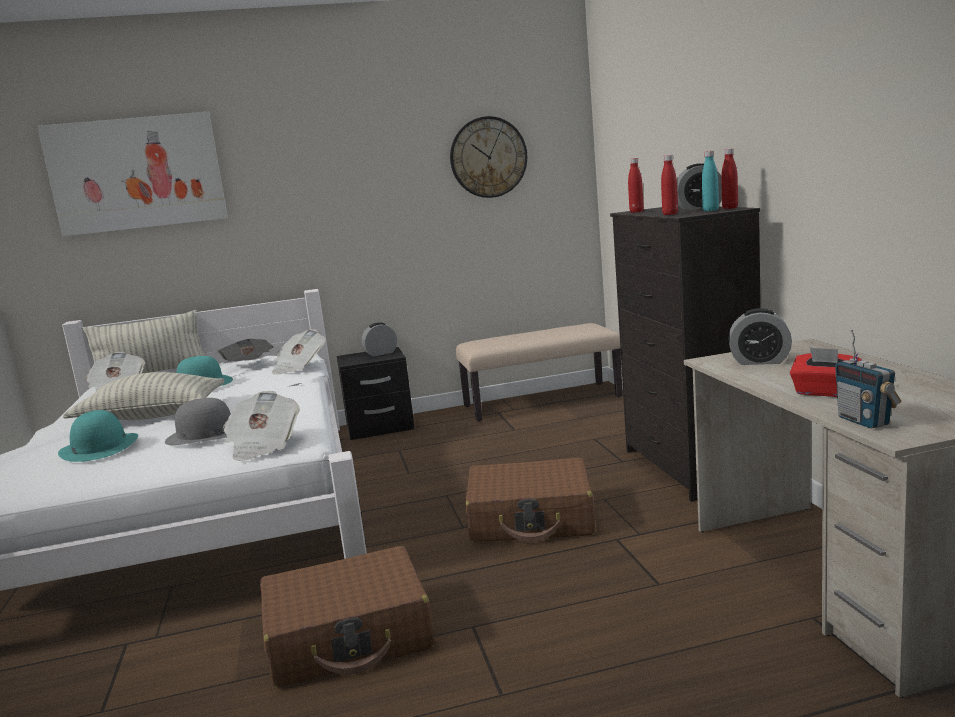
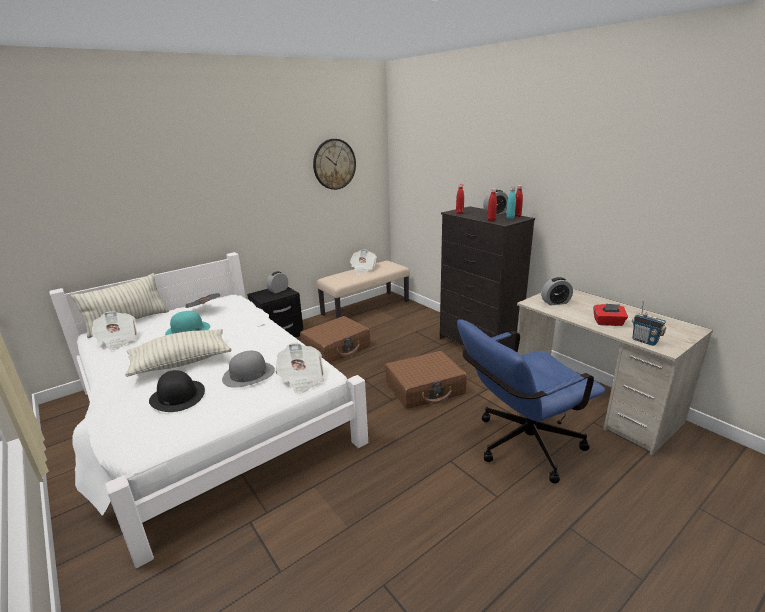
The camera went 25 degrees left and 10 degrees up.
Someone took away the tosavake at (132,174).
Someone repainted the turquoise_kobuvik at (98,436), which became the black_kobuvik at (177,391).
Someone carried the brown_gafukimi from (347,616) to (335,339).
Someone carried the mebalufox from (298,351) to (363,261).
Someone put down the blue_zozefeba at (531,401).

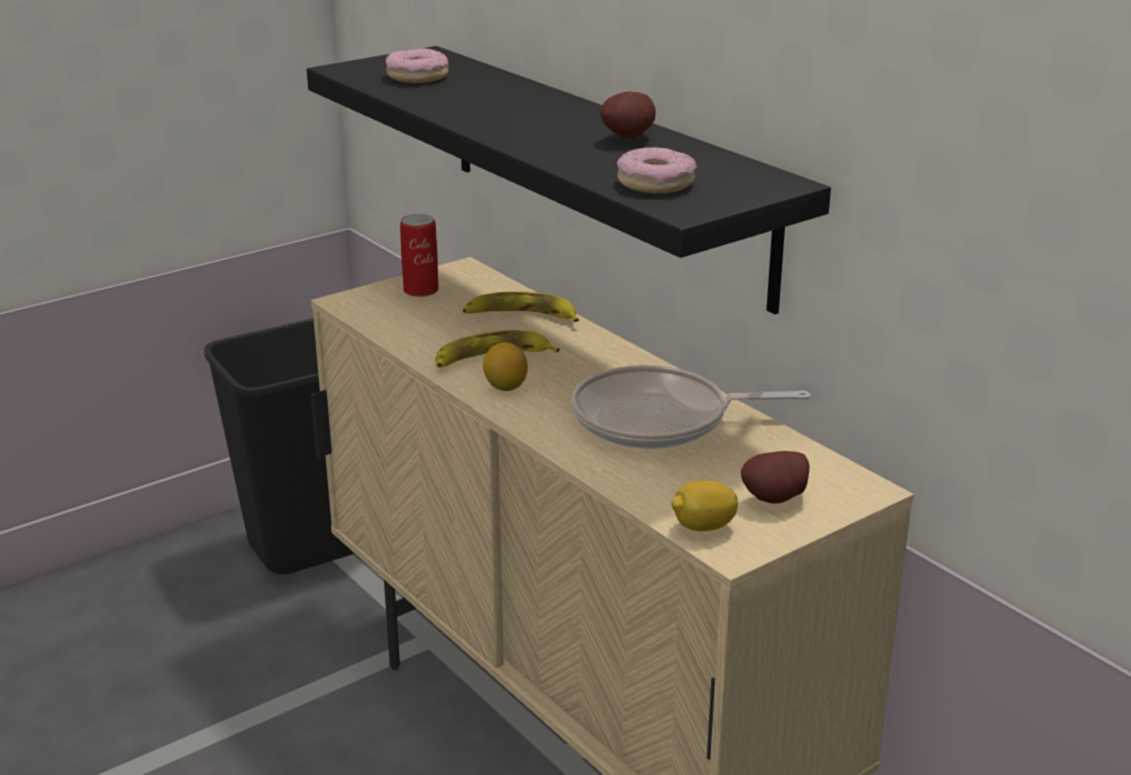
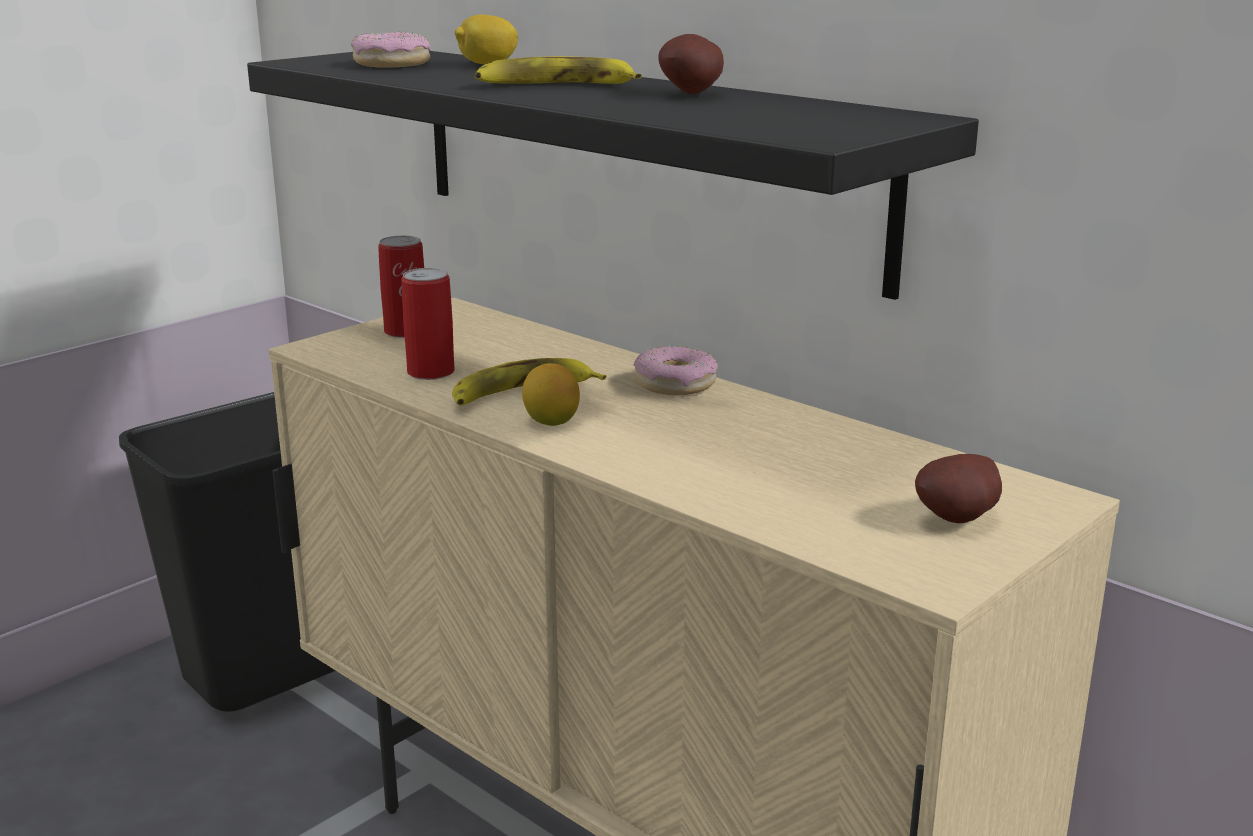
The camera went 10 degrees left and 5 degrees down.
Someone carried the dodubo from (520,306) to (558,70).
Someone took away the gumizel at (690,407).
Someone carried the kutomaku from (657,170) to (675,370).
Someone carried the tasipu from (705,506) to (486,40).
Someone put down the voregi at (428,324).

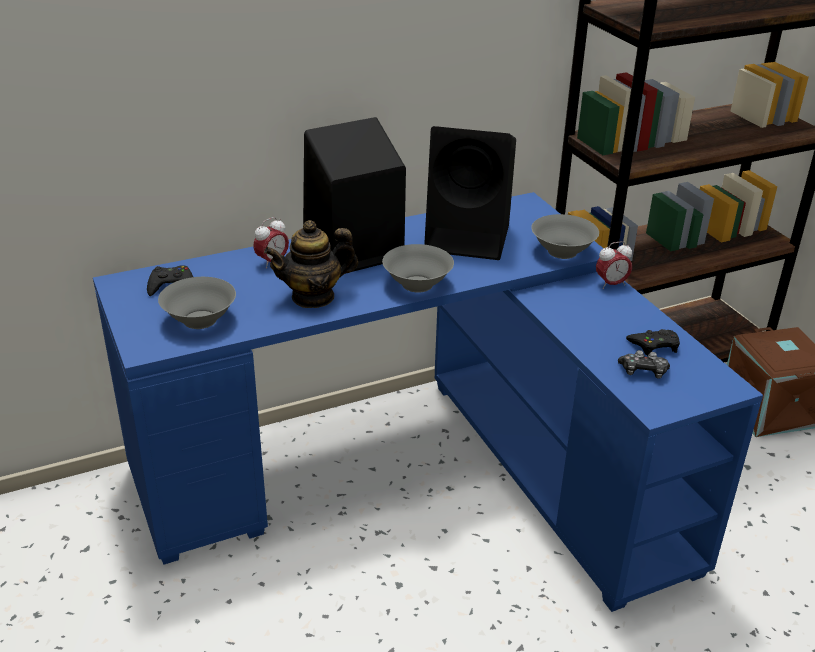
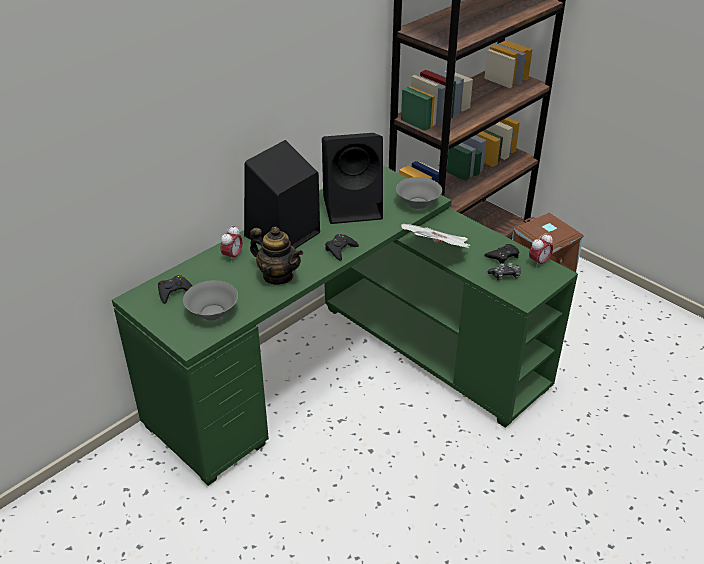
The camera went 20 degrees left and 5 degrees up.
Someone repainted the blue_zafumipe at (428,402), which became the green_zafumipe at (345,326).
Someone rotated the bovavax at (311,264) by 105 degrees counterclockwise.
Someone swapped the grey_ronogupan at (418,268) for the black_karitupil at (342,247).
Someone carried the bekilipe from (614,265) to (541,250).
Someone put down the mebalufox at (436,236).

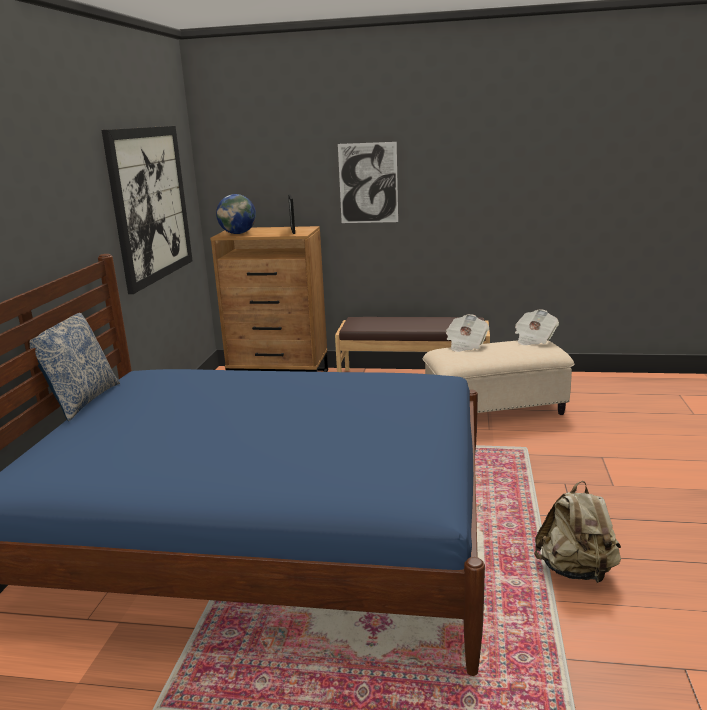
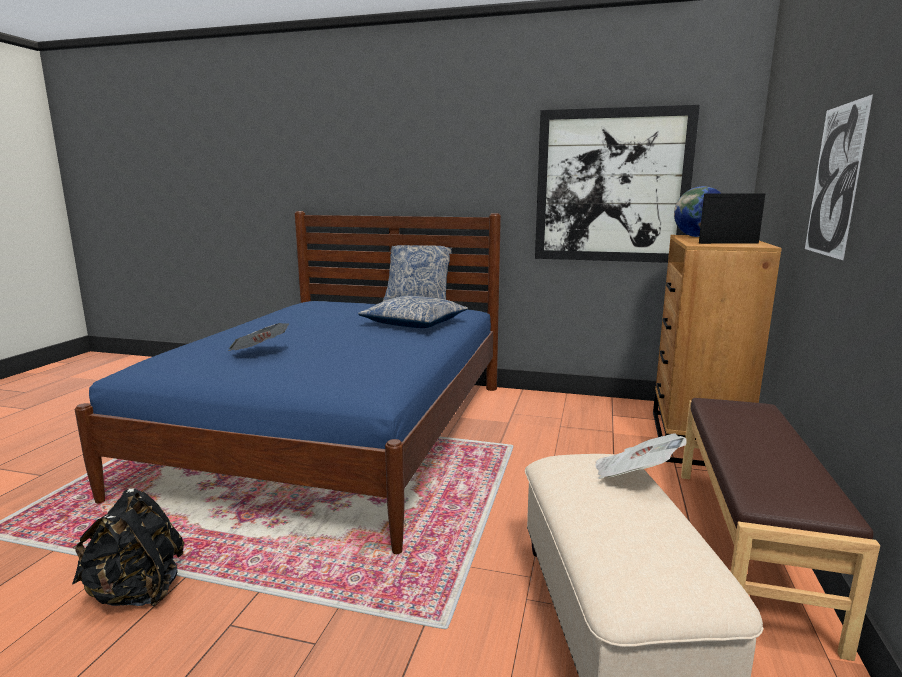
The camera went 95 degrees right and 5 degrees down.
Someone carried the mebalufox from (537,327) to (258,337).
Someone repainted the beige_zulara at (577,532), which became the black_zulara at (128,547).
Someone put down the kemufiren at (413,312).

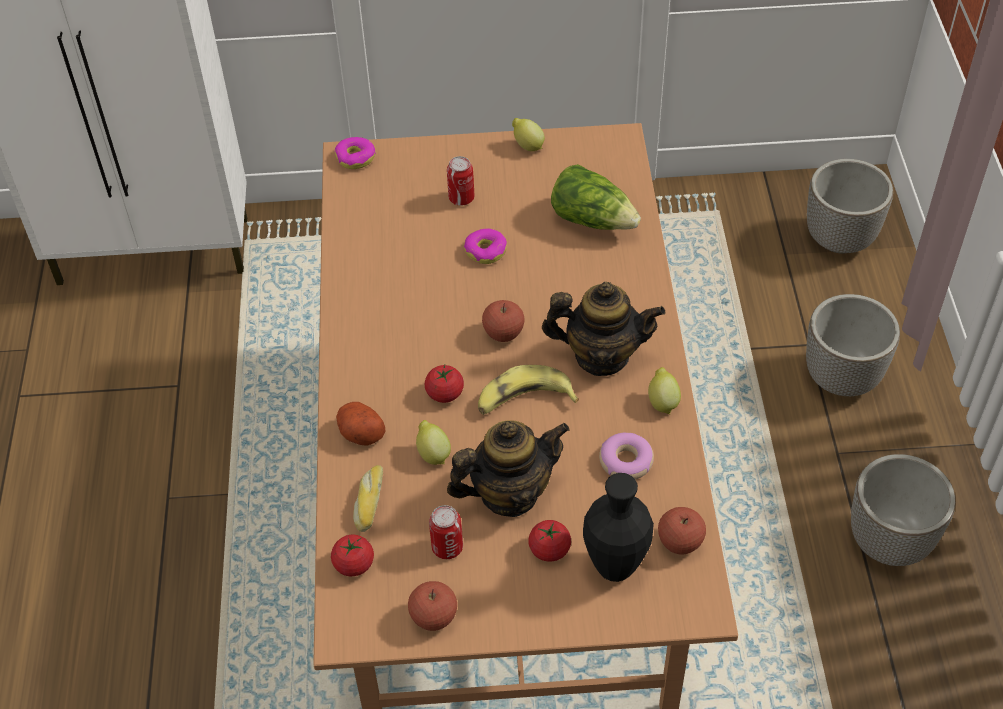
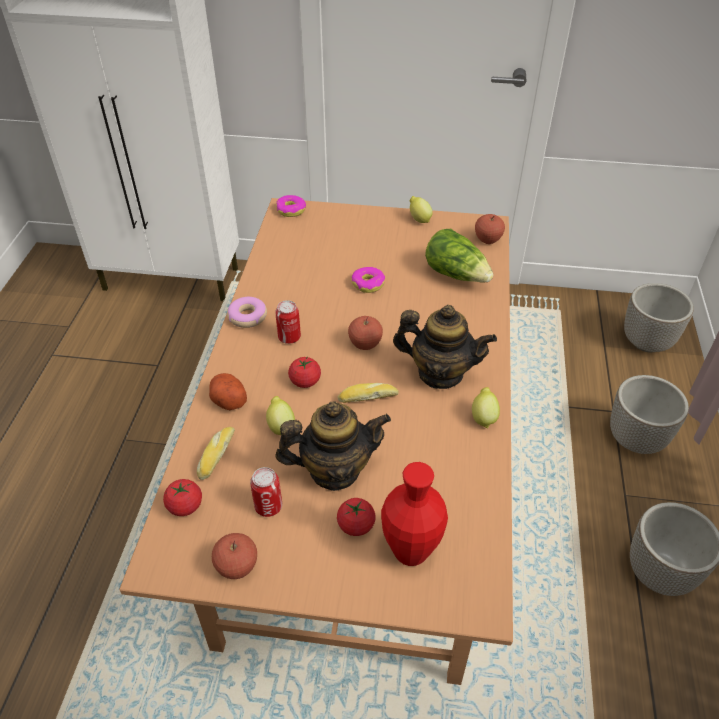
The camera went 10 degrees right and 5 degrees down.
Someone carried the voregi from (460,181) to (288,322).
Someone swapped the dodubo at (528,390) for the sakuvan at (368,393).
Someone repainted the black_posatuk at (618,527), which became the red_posatuk at (414,514).
Someone carried the kutomaku from (626,456) to (247,312).
Someone carried the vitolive from (682,530) to (490,229).

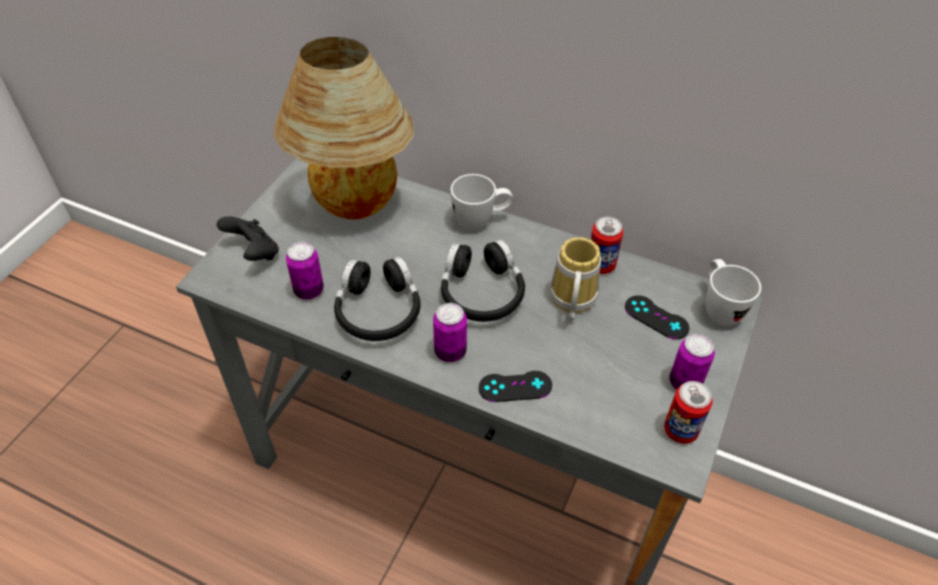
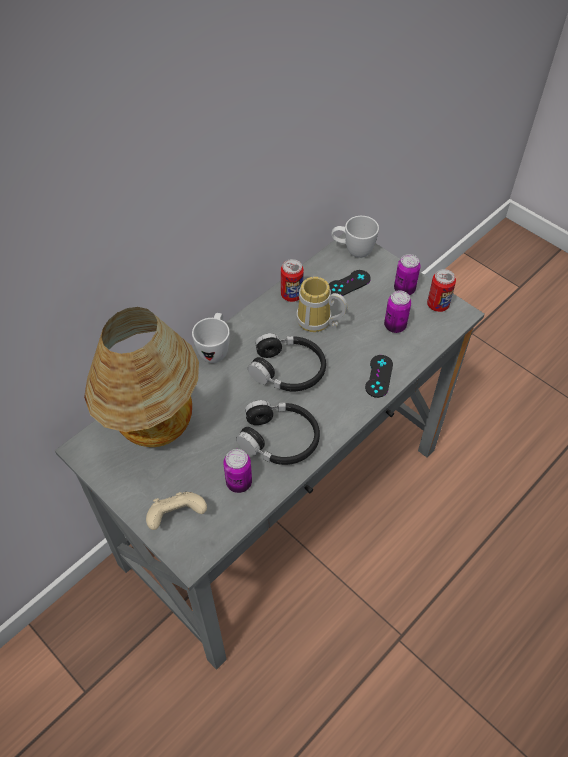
The camera went 70 degrees left and 5 degrees up.
Someone repainted the black_karitupil at (248,238), which became the beige_karitupil at (176,511).
Someone carried the voregi from (450,332) to (397,311).

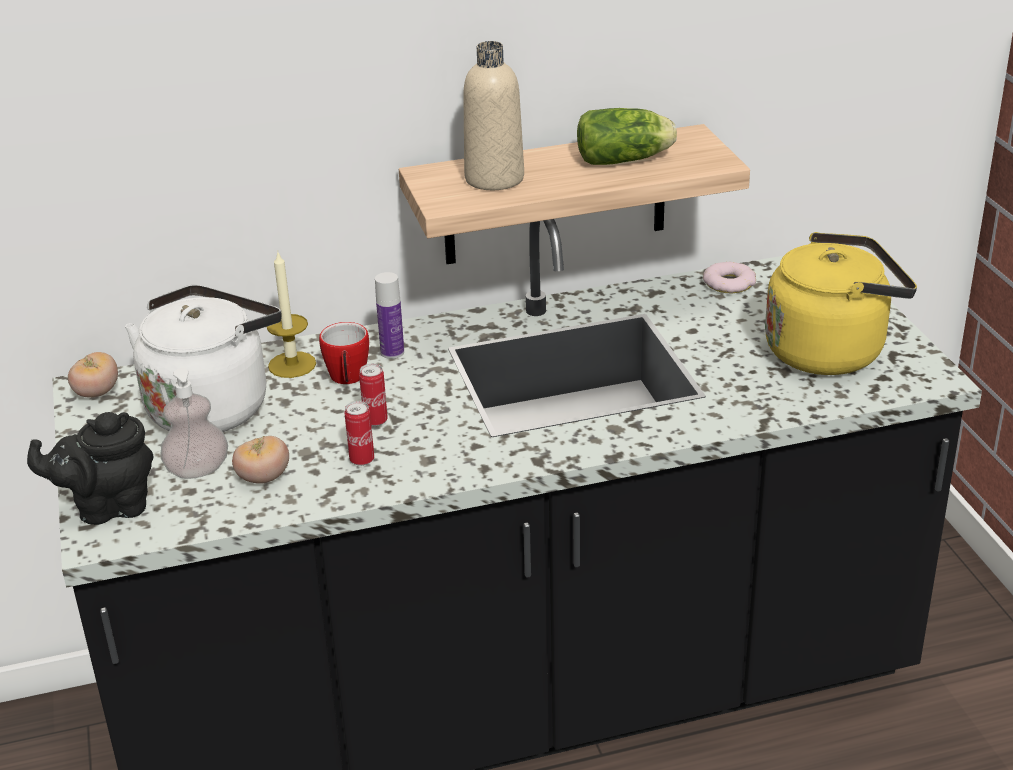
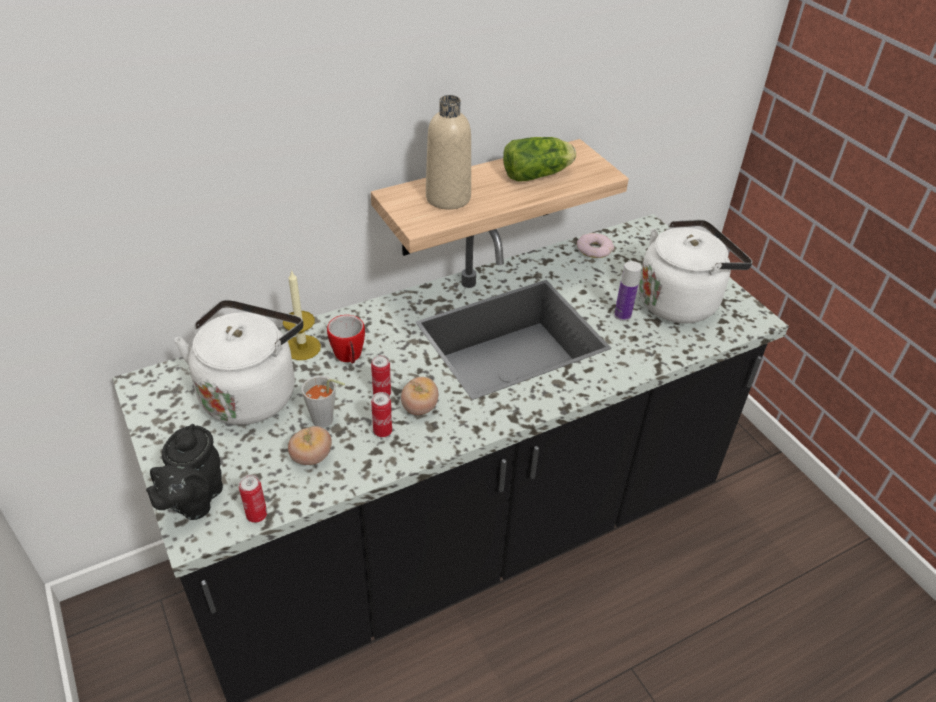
The camera went 15 degrees left and 10 degrees up.
Someone rotated the black_bovavax at (90,468) by 45 degrees counterclockwise.
Someone carried the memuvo from (93,375) to (420,396).
Someone took away the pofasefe at (194,423).
Someone carried the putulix from (389,315) to (628,291).
Someone repainted the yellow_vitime at (841,303), which became the white_vitime at (696,271).
Someone put down the voregi at (253,499).
Someone put down the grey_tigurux at (323,402).

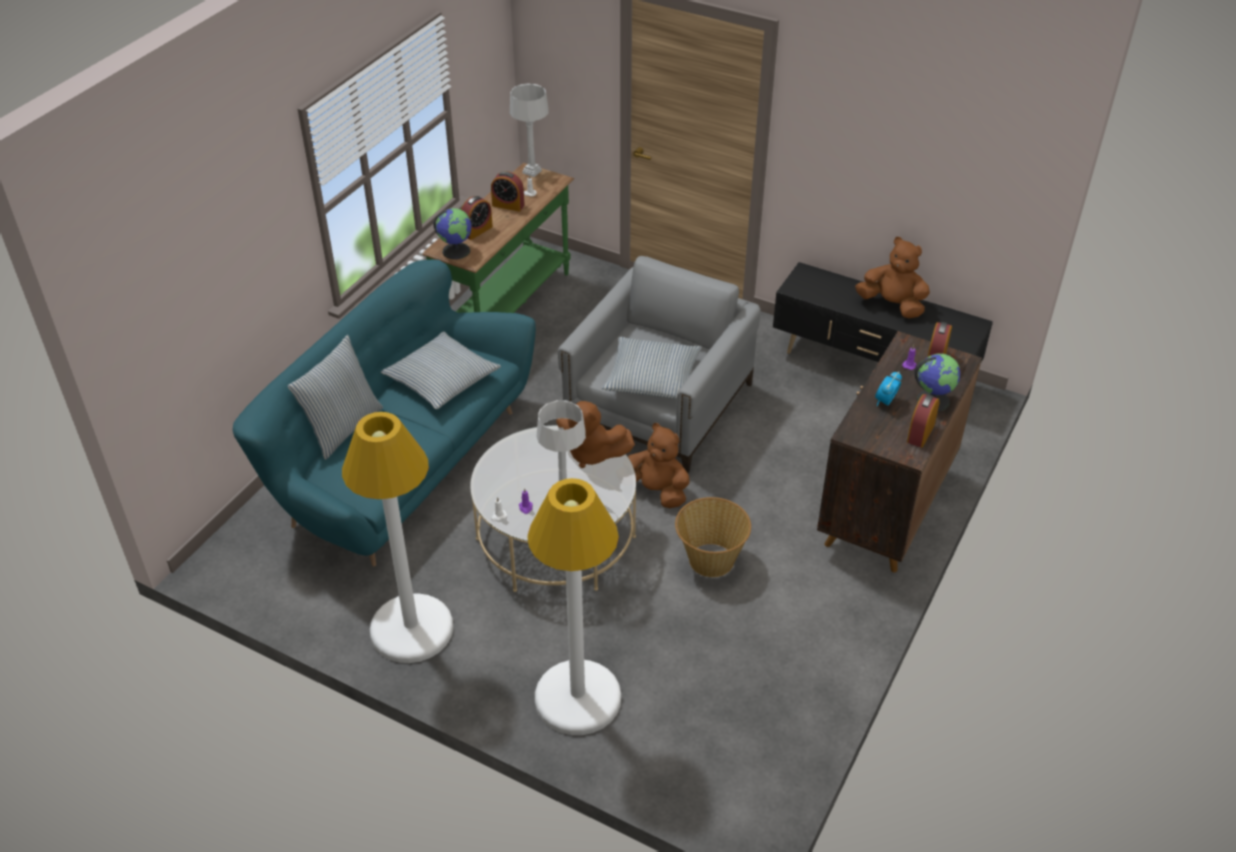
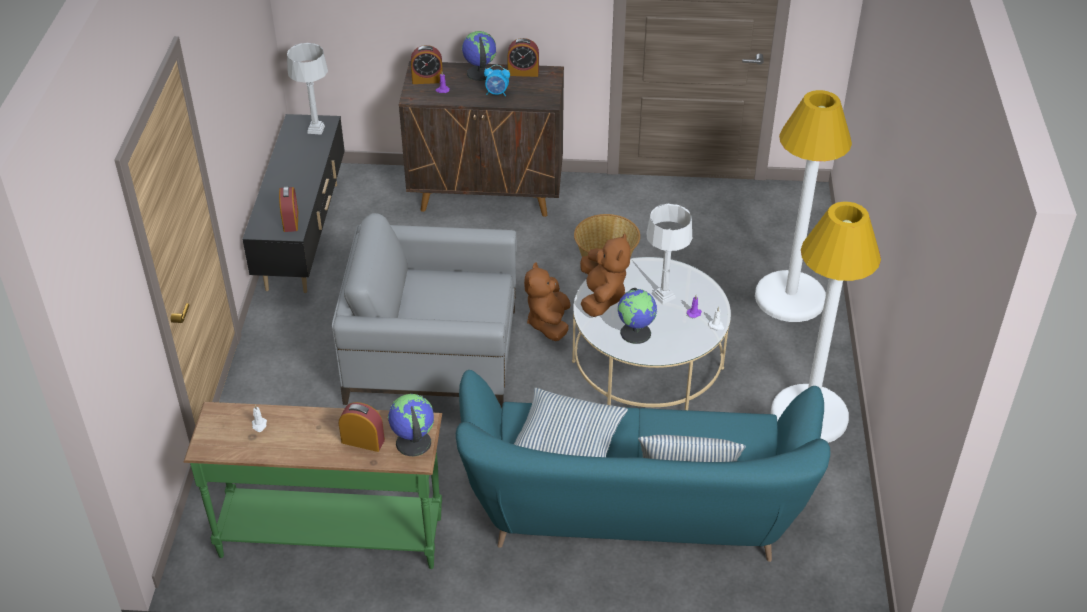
The camera went 115 degrees left and 0 degrees up.
Someone carried the bekilipe from (508,191) to (288,209).
Someone carried the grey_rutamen from (529,130) to (307,89).
Someone took away the kemufiren at (652,368).
Someone took away the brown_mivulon at (892,278).
Someone put down the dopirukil at (637,316).

